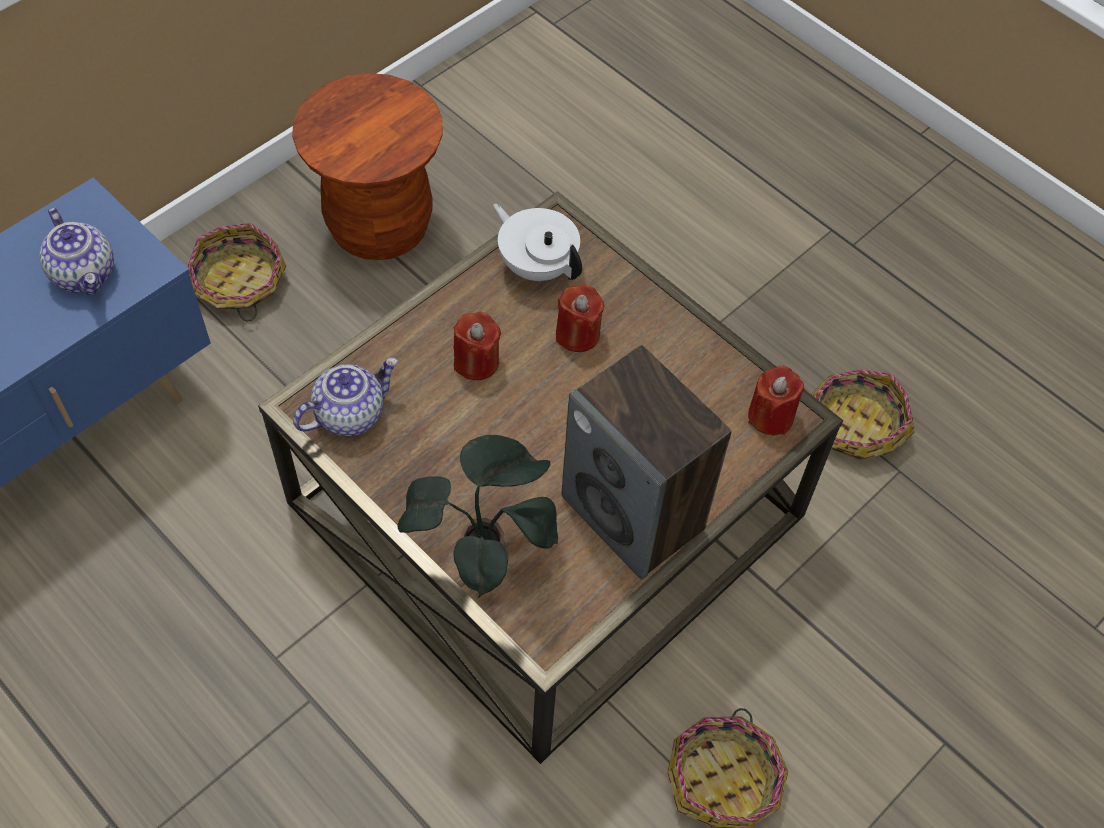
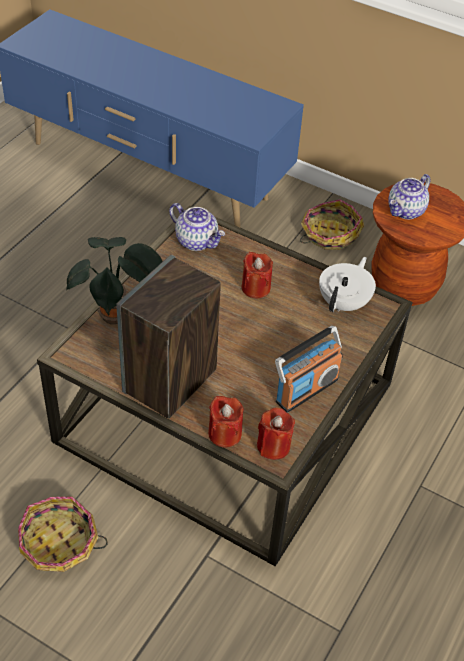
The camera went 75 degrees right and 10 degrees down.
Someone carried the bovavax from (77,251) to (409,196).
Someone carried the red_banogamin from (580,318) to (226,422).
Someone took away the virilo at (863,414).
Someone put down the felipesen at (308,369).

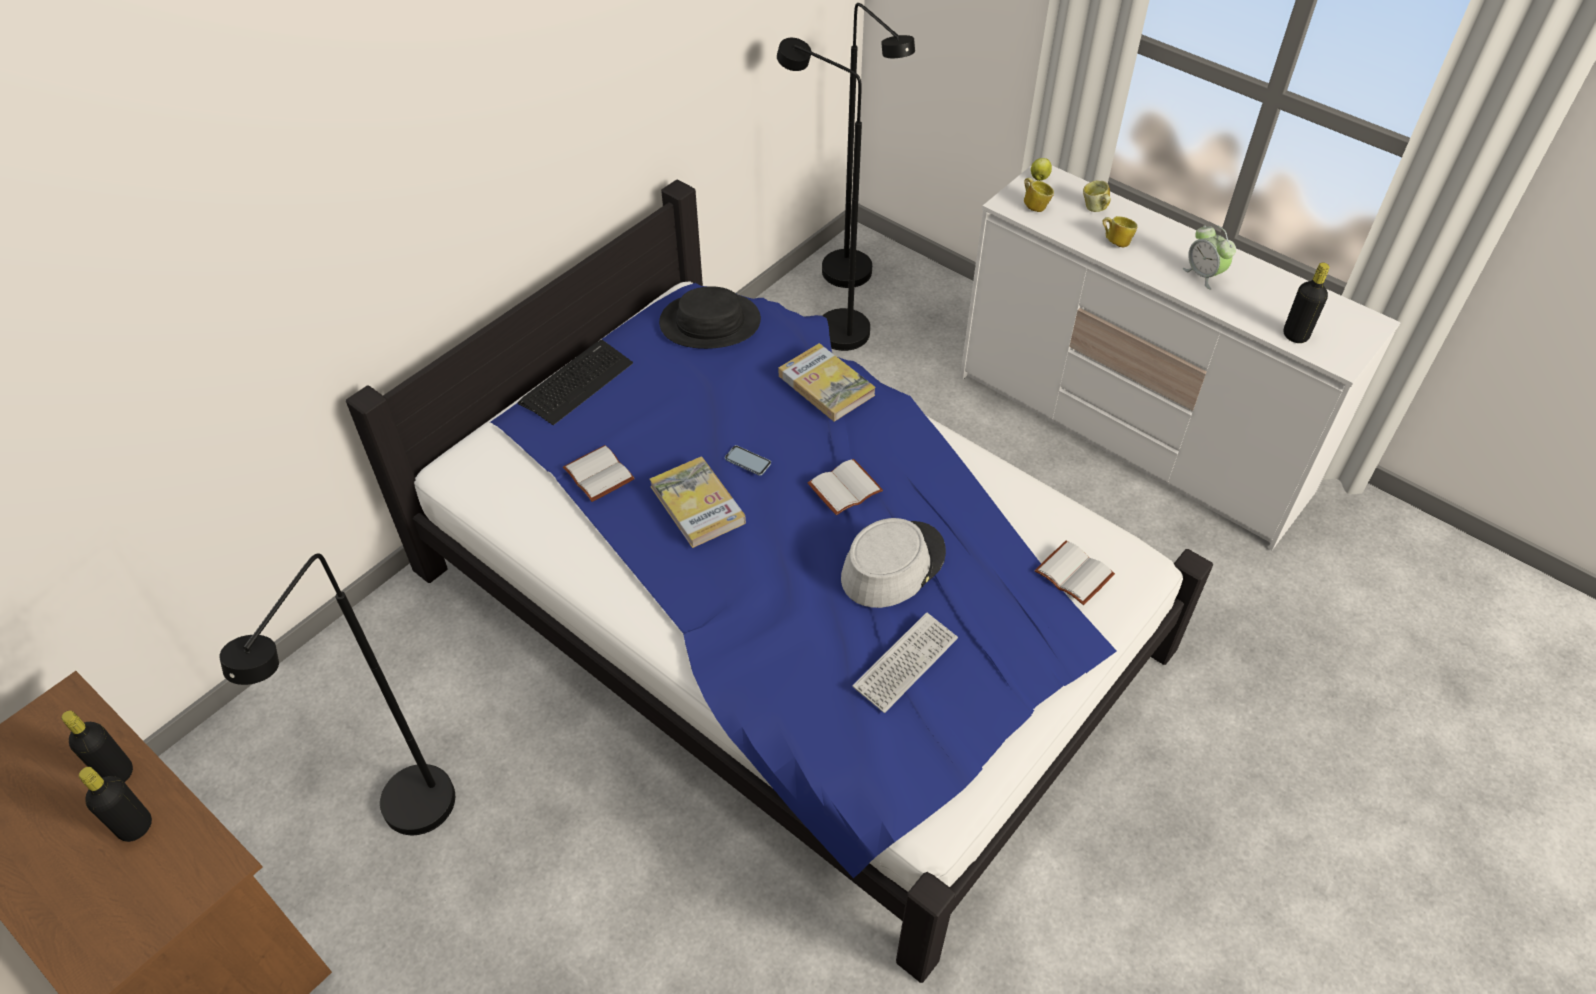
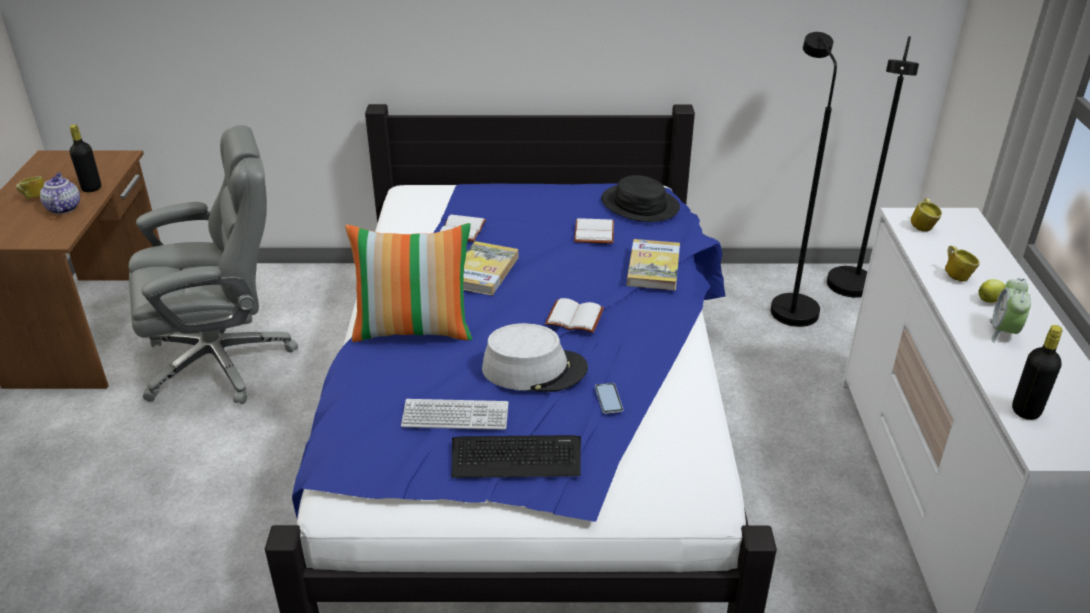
The camera went 50 degrees right and 15 degrees down.
Someone swapped the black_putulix at (115,804) for the bovavax at (60,193).
Someone swapped the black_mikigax at (337,694) for the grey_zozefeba at (213,264).
Someone carried the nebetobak from (575,382) to (516,456).
Someone carried the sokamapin from (748,460) to (609,398).
Someone carried the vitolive from (1041,169) to (992,291).
Someone carried the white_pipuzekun from (1074,573) to (594,231).
Someone carried the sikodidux from (1097,196) to (30,187).
Someone put down the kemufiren at (408,282).

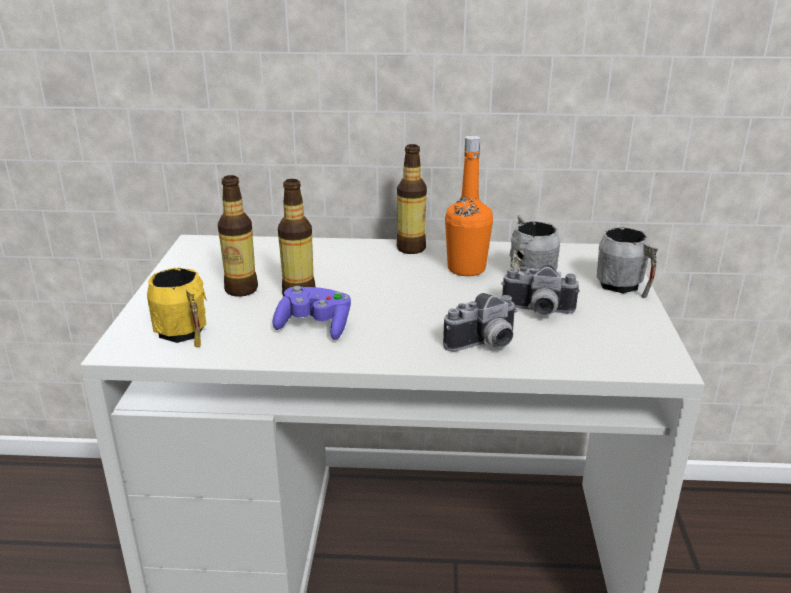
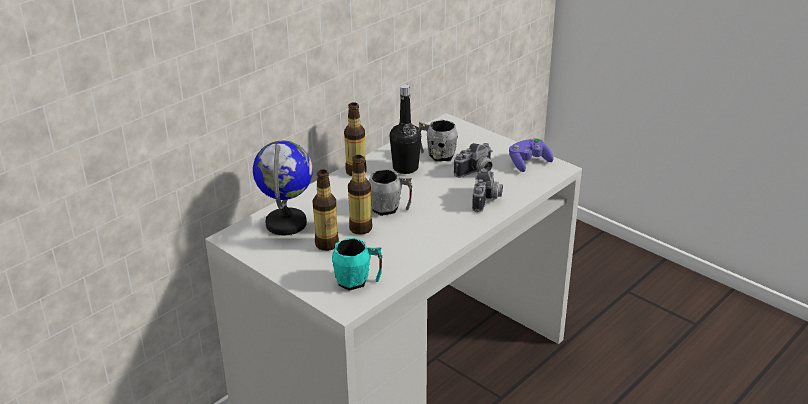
The camera went 50 degrees left and 5 degrees up.
Someone repainted the yellow_sikodidux at (177,307), which became the turquoise_sikodidux at (357,264).
Someone carried the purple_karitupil from (311,313) to (531,155).
Someone repainted the orange_putulix at (469,206), which became the black_putulix at (405,129).
Someone carried the grey_sikodidux from (627,262) to (390,192).
Someone put down the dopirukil at (283,187).

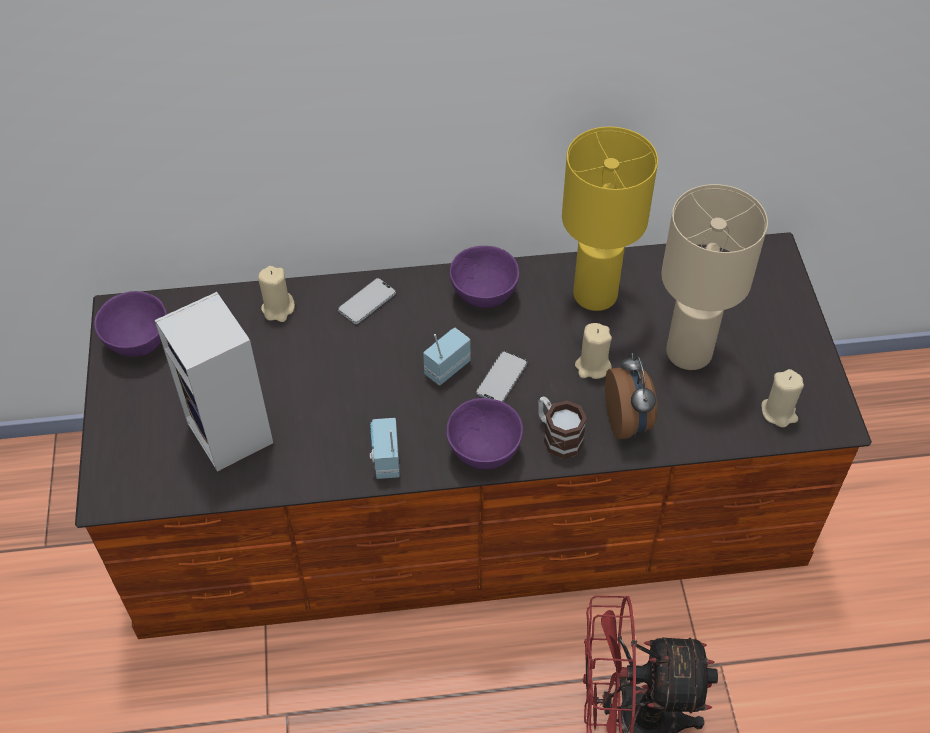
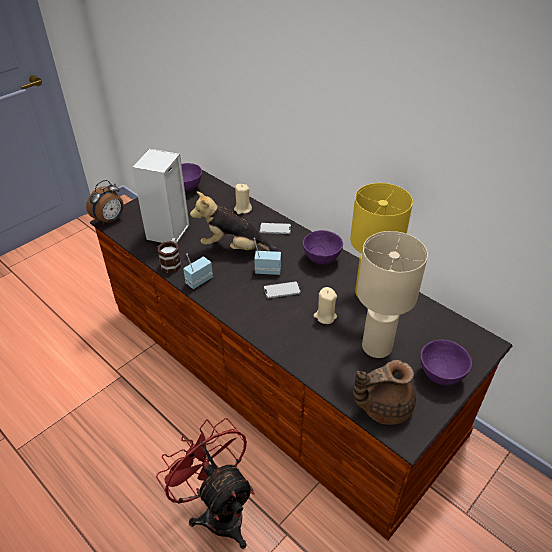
The camera went 50 degrees right and 10 degrees down.
Someone carried the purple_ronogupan from (485,433) to (446,362).
Someone carried the sikodidux from (562,427) to (169,255).
Someone carried the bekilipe from (631,396) to (105,202).
Someone swapped the beige_banogamin at (782,398) for the brown_bovavax at (384,392).
Someone put down the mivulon at (234,221).

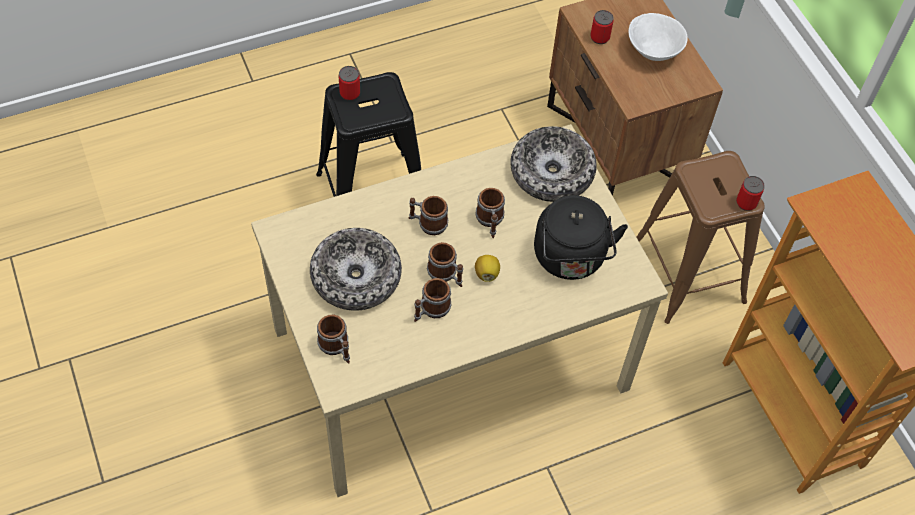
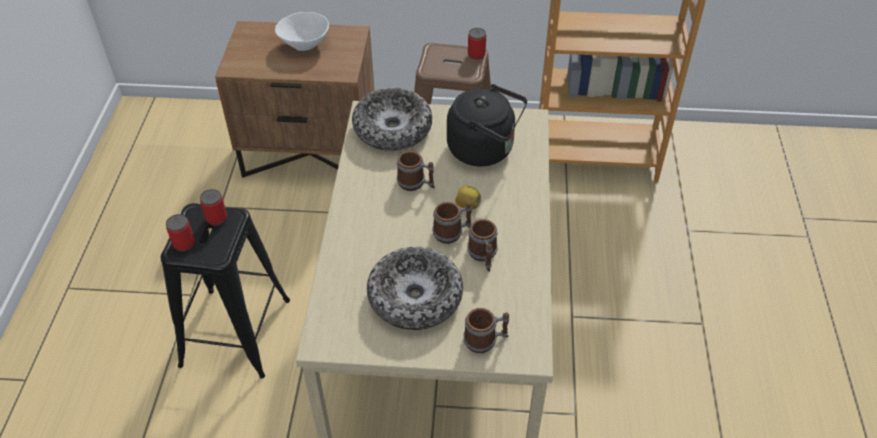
The camera went 60 degrees left and 10 degrees down.
Someone took away the sikodidux at (428,215).
Someone carried the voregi from (602,27) to (213,207).

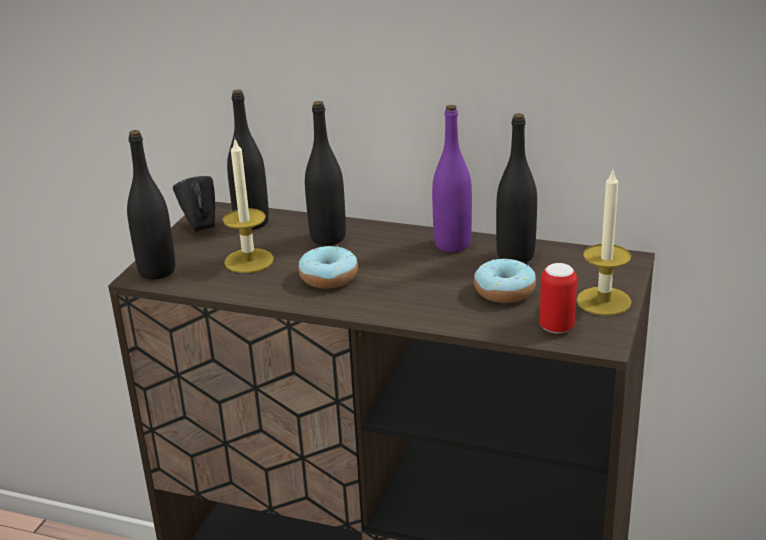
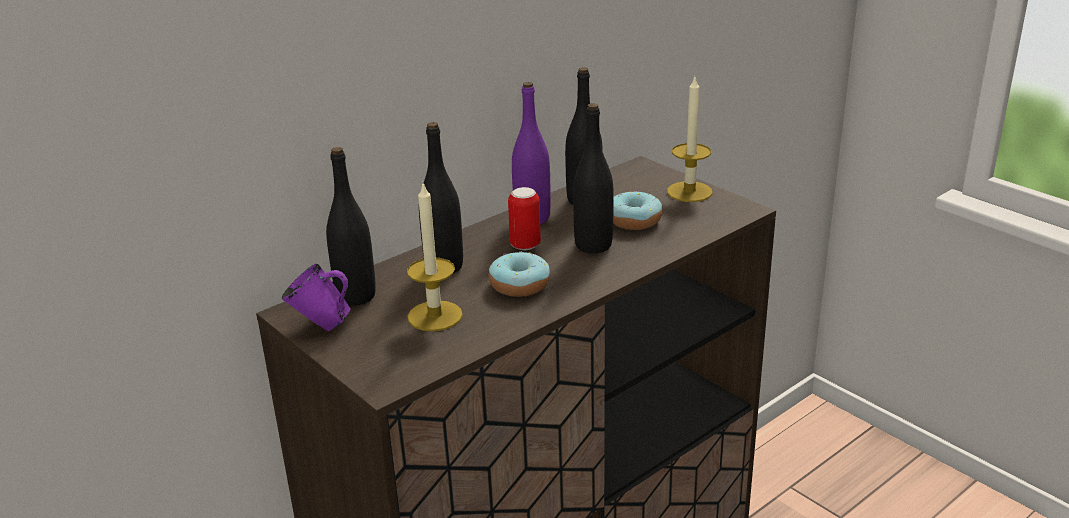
The camera went 60 degrees left and 0 degrees up.
Someone carried the black_putulix from (151,204) to (593,178).
Someone repainted the black_sikodidux at (194,203), which became the purple_sikodidux at (316,297).
Someone carried the voregi from (558,298) to (524,218).

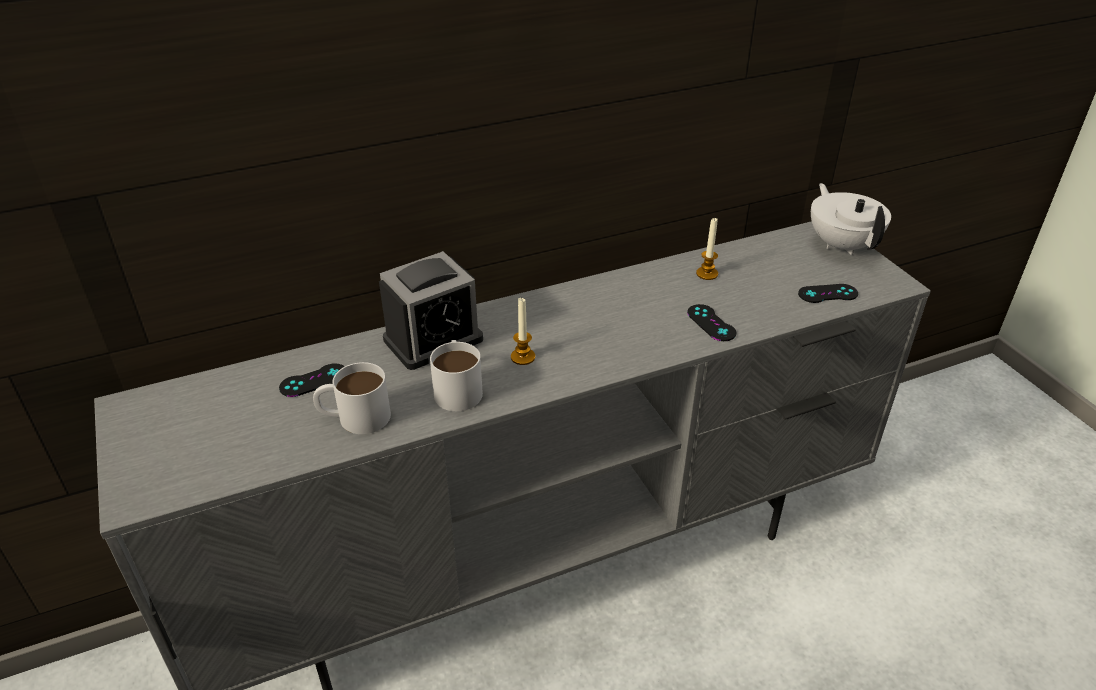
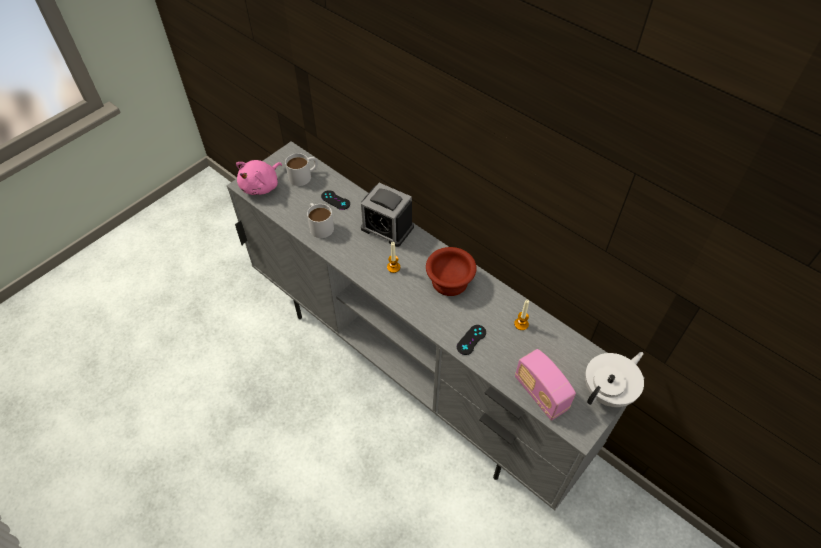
The camera went 65 degrees right and 15 degrees up.
Someone carried the white_sikodidux from (456,375) to (301,169).
Someone swapped the black_karitupil at (828,293) for the felipesen at (545,385).
Someone put down the pink_mivulon at (259,177).
Someone put down the brown_ronogupan at (451,271).

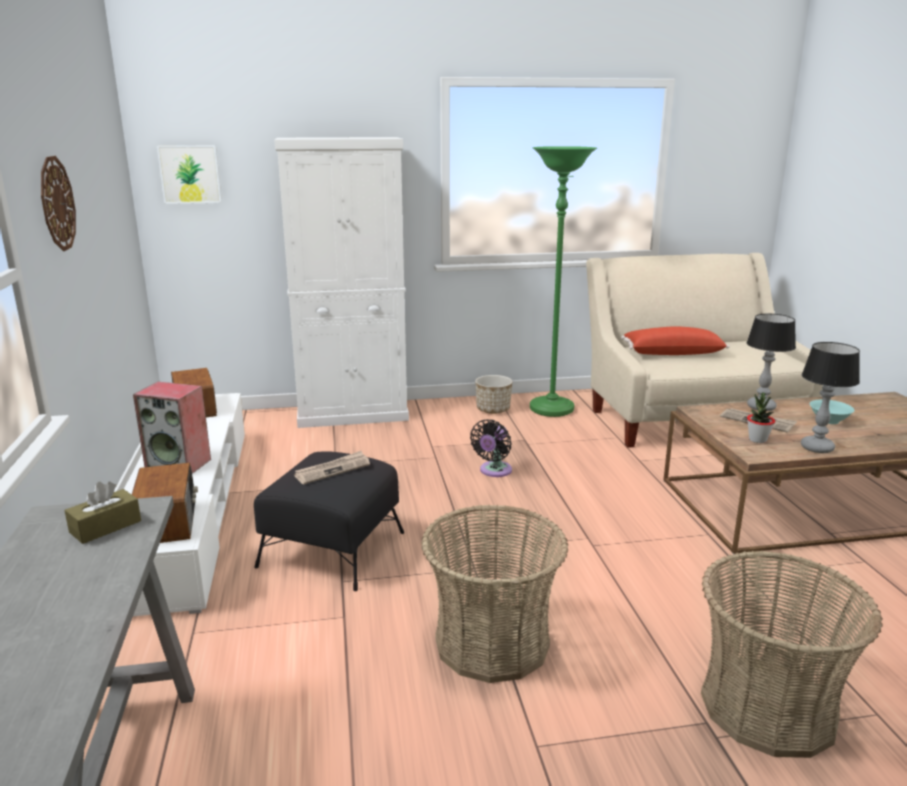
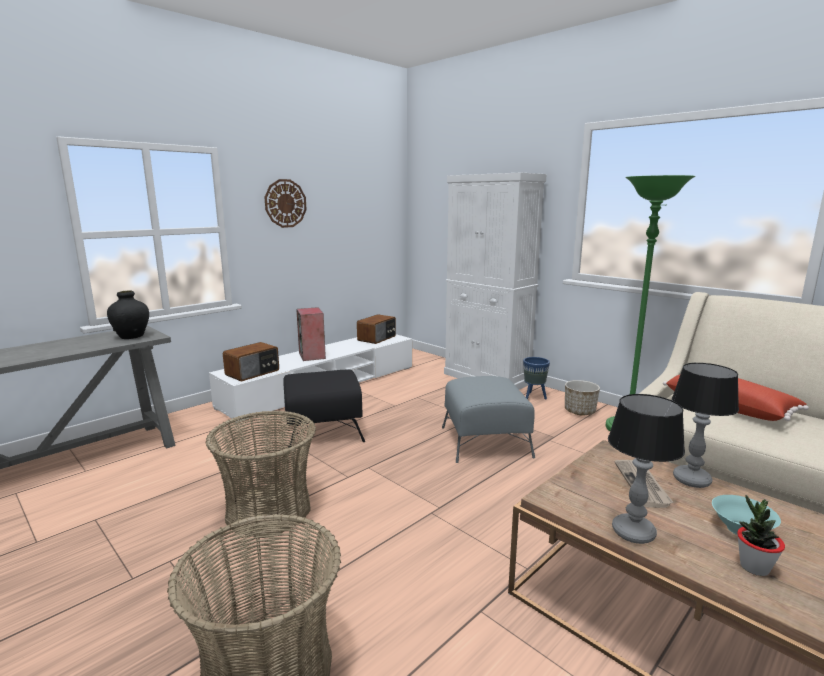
The camera went 55 degrees right and 5 degrees down.
Someone swapped the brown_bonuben at (102,513) for the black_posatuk at (128,314).
Someone took away the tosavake at (189,174).
Someone took away the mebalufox at (332,467).
Someone swapped the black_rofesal at (491,448) for the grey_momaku at (488,419).
Someone carried the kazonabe from (761,417) to (761,535).
Someone put down the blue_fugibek at (536,378).

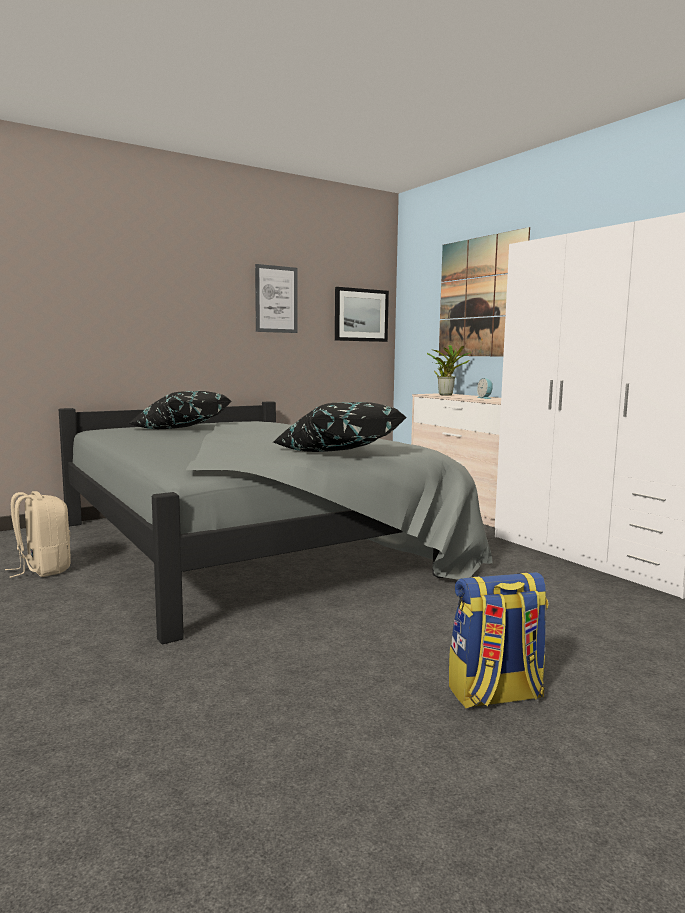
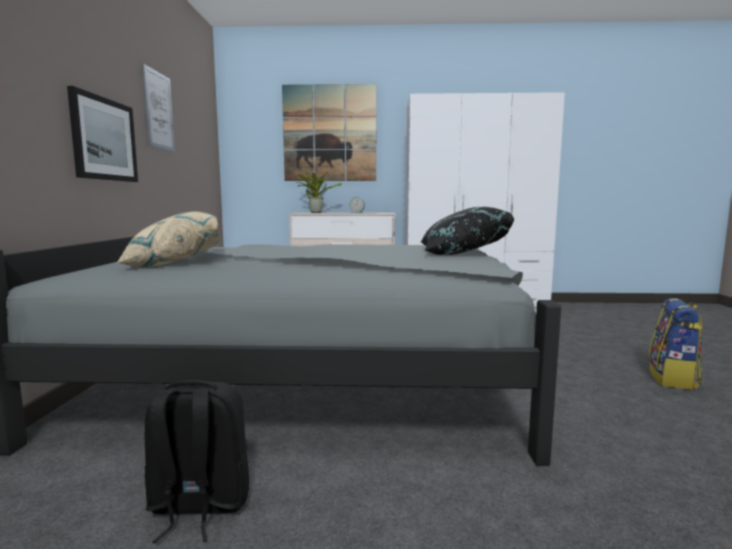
The camera went 55 degrees left and 0 degrees up.
Someone repainted the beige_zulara at (38,534), which became the black_zulara at (197,462).
Someone repainted the black_kemufiren at (179,410), which became the beige_kemufiren at (167,239).
Someone carried the tosavake from (362,314) to (102,134).

